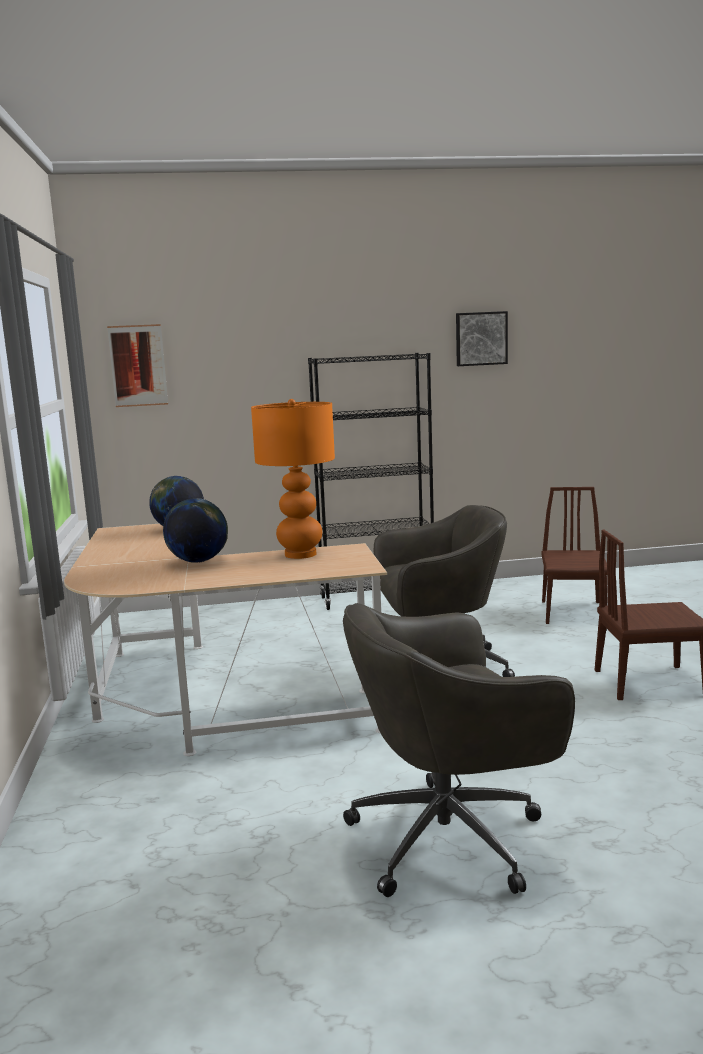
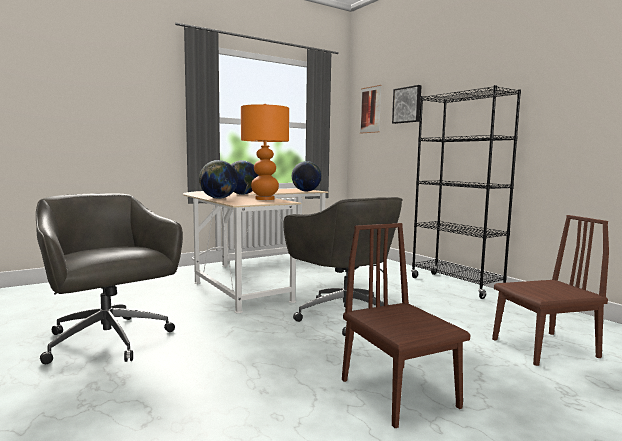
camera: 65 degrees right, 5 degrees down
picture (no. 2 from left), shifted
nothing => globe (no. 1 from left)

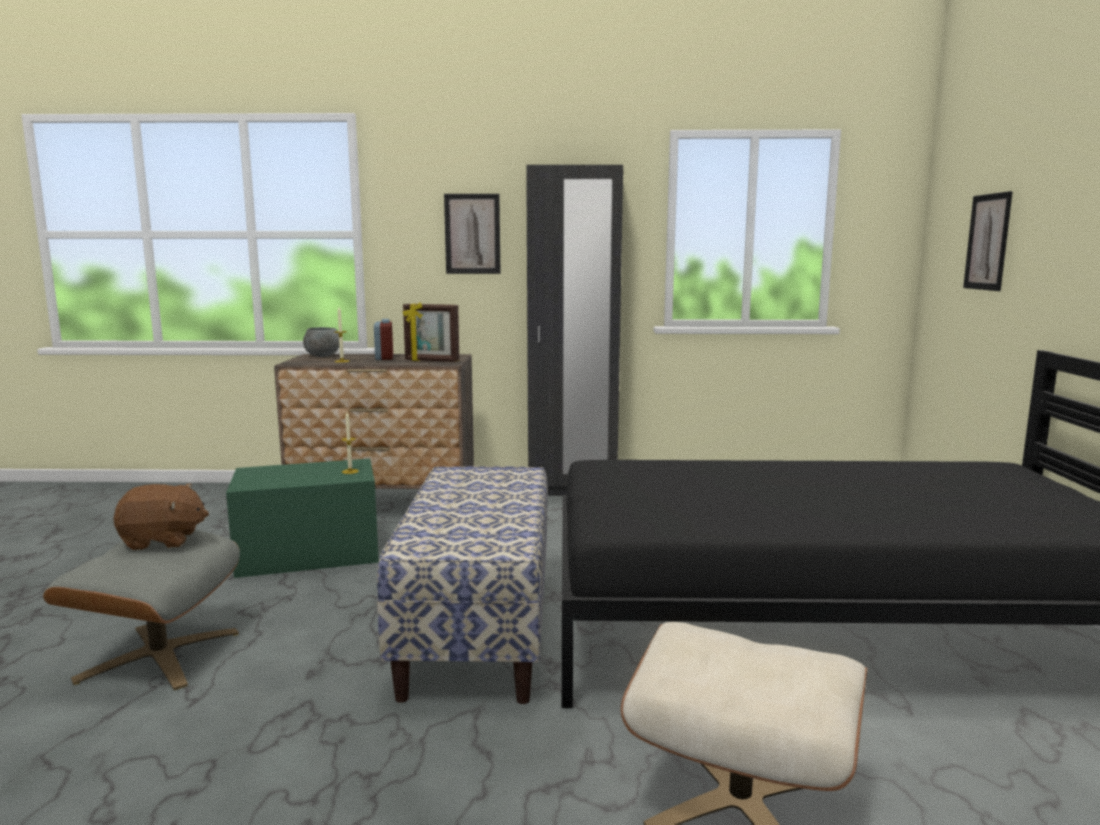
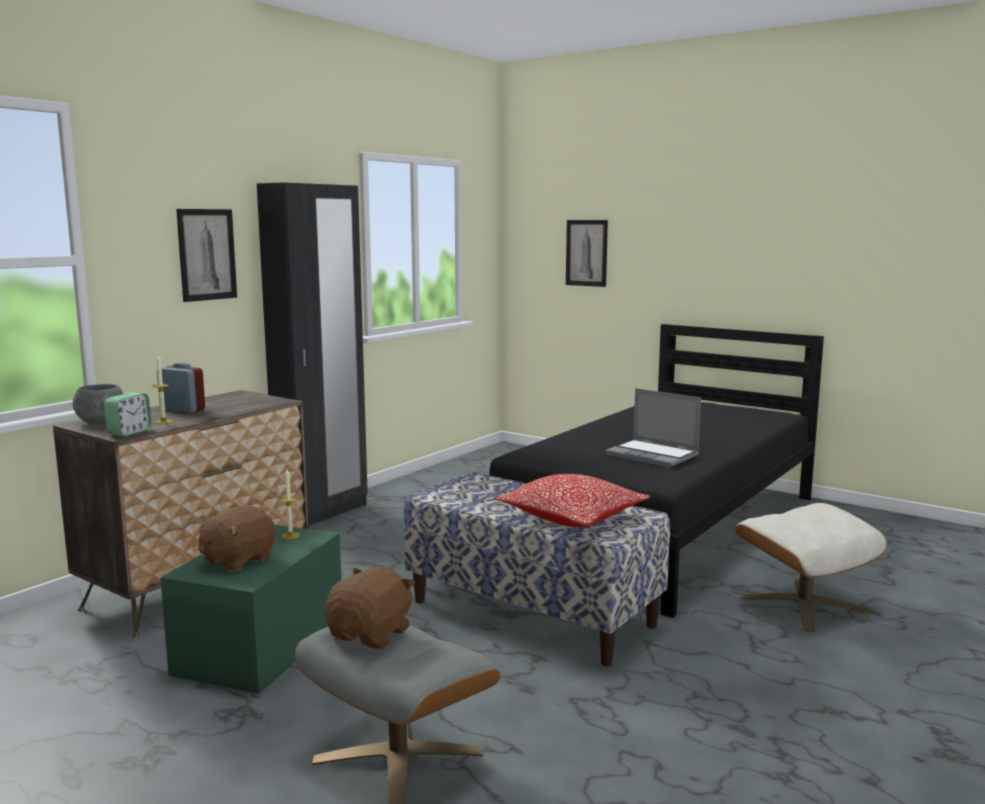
camera: 55 degrees left, 0 degrees up
picture_frame => nothing
nothing => laptop
nothing => alarm_clock (no. 1 from left)
nothing => pillow
nothing => brown_plush_toy (no. 1 from left)

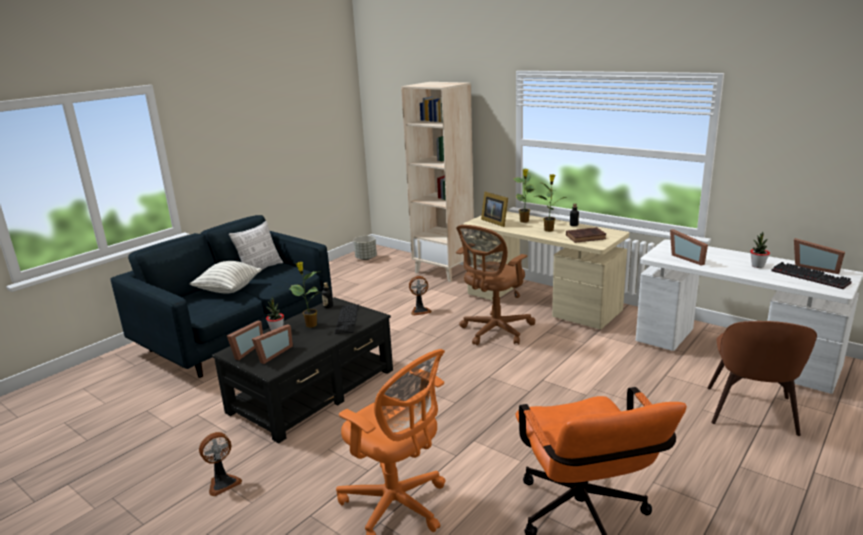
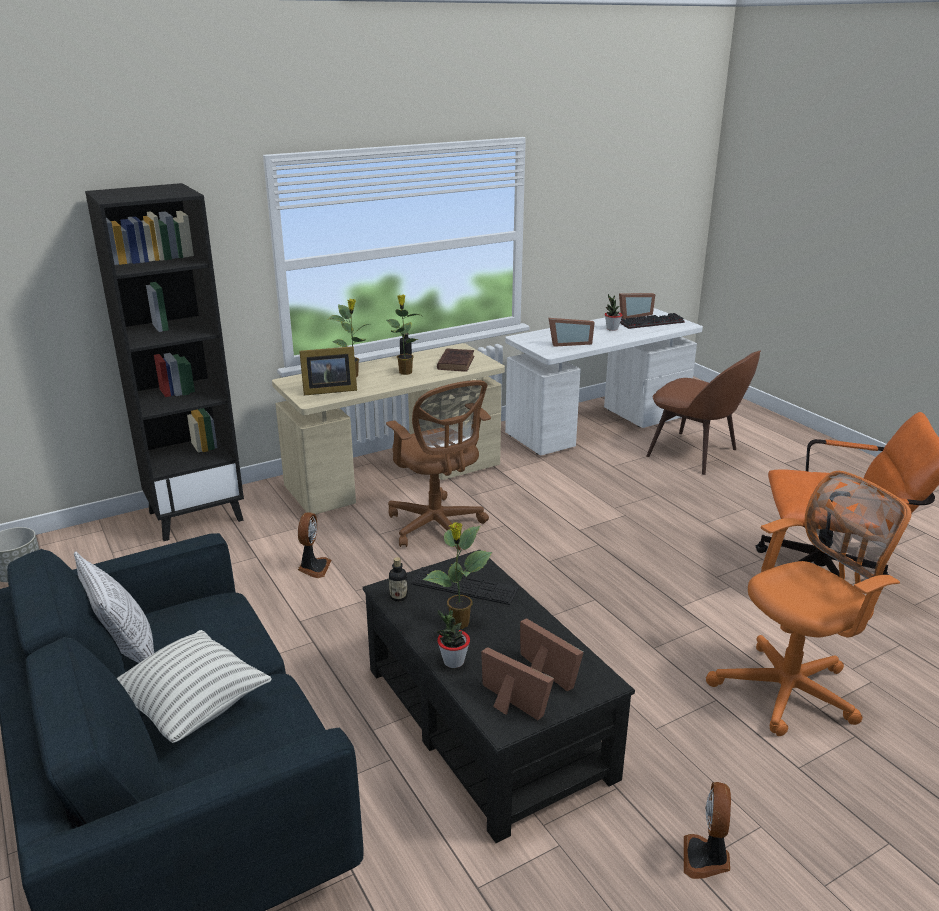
camera: 70 degrees left, 5 degrees up
beige_bookcase => black_bookcase
fan (no. 1 from left in the first image) => fan (no. 2 from left), 150 degrees counterclockwise

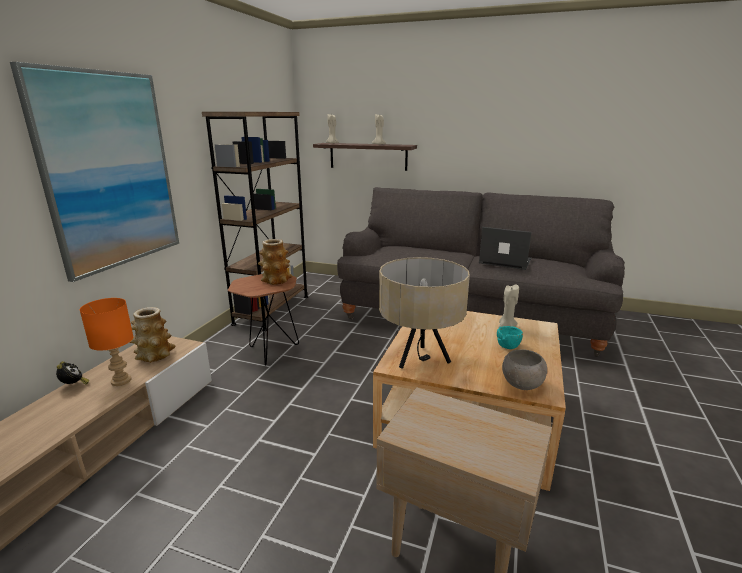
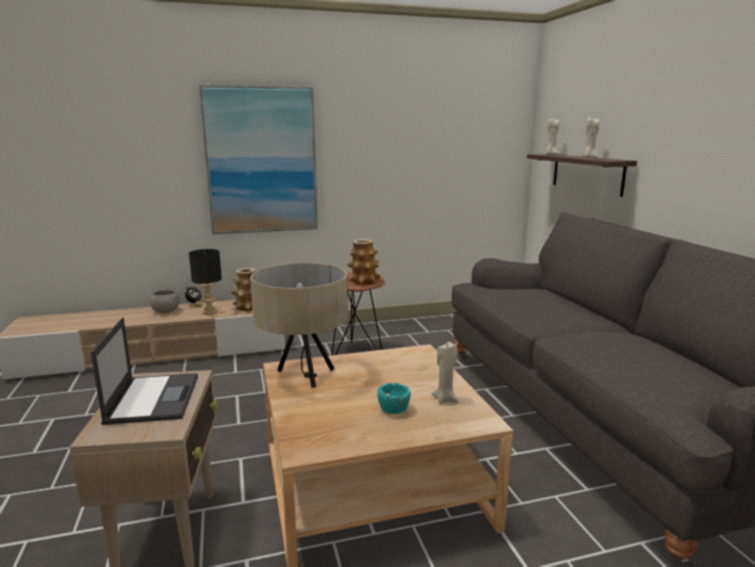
camera: 55 degrees right, 5 degrees down
brown_bookcase => nothing
laptop, shifted
orange_table_lamp => black_table_lamp
grey_bowl, shifted

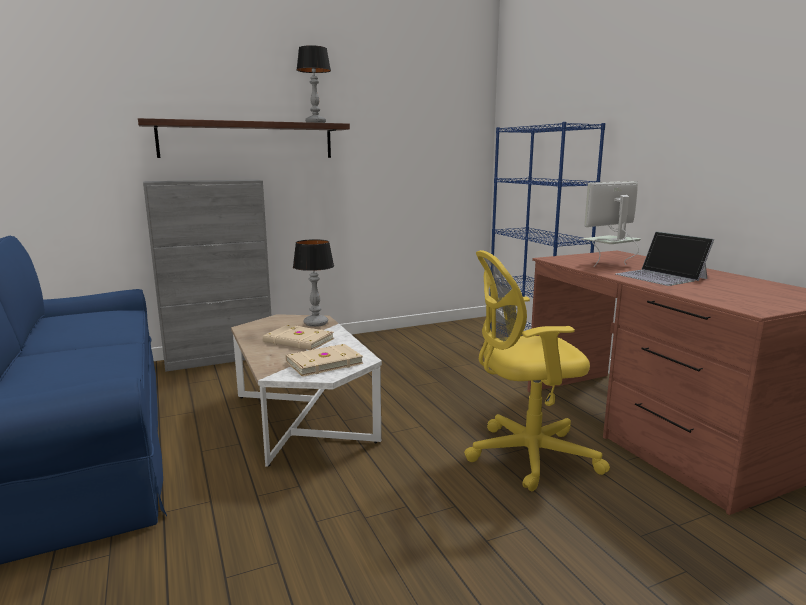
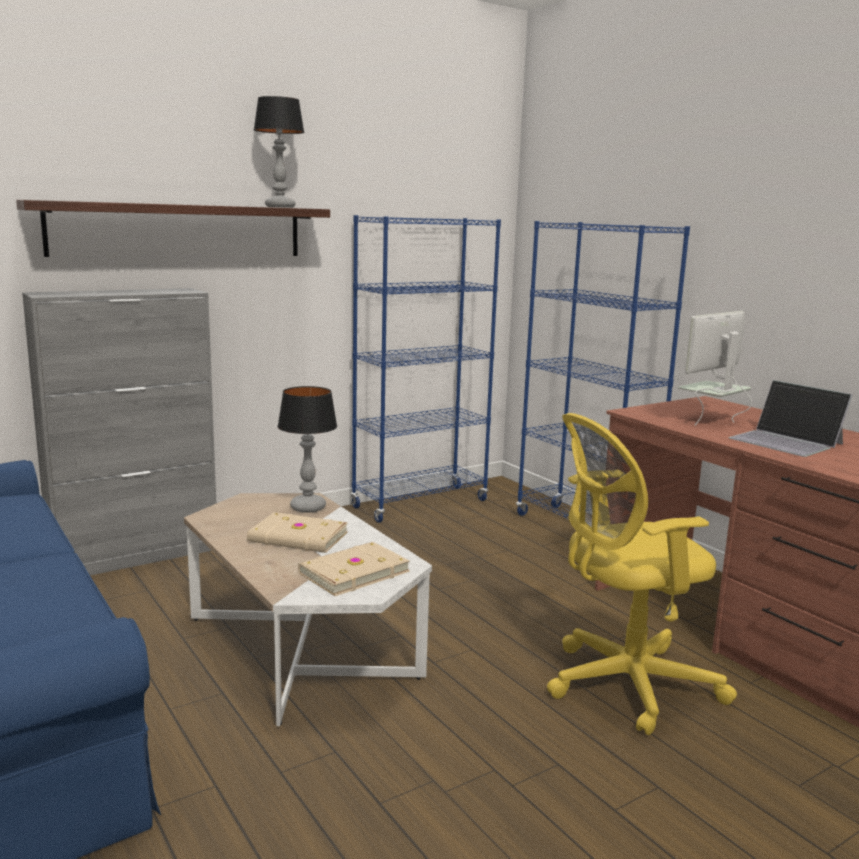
camera: 10 degrees left, 0 degrees up
nothing => blue_bookcase (no. 1 from left)

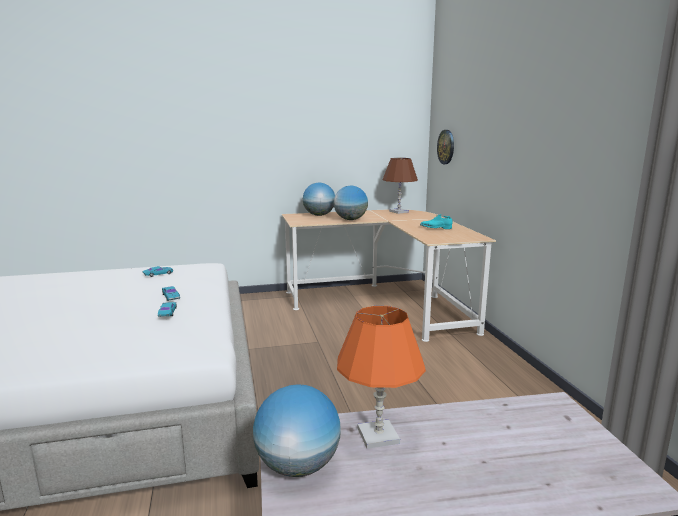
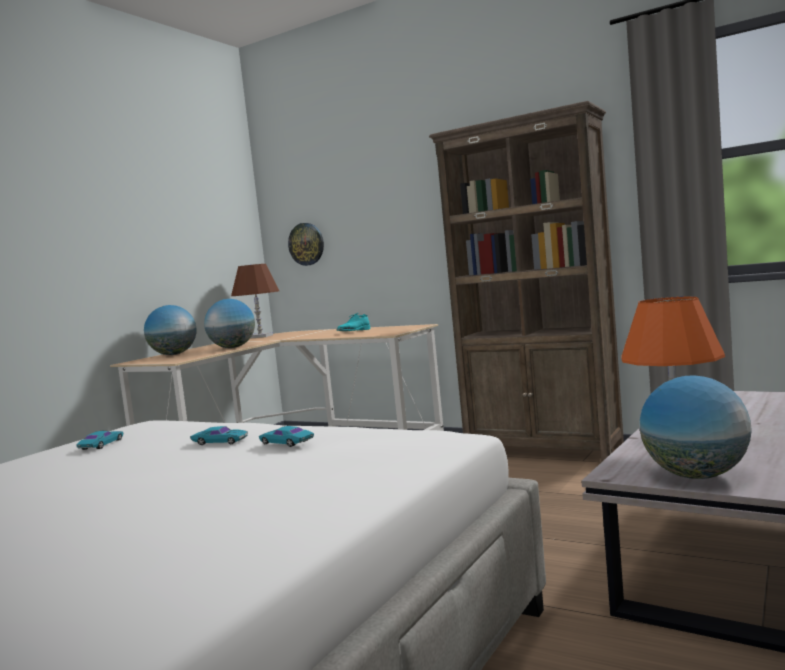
camera: 45 degrees left, 10 degrees down
nothing => brown_bookcase

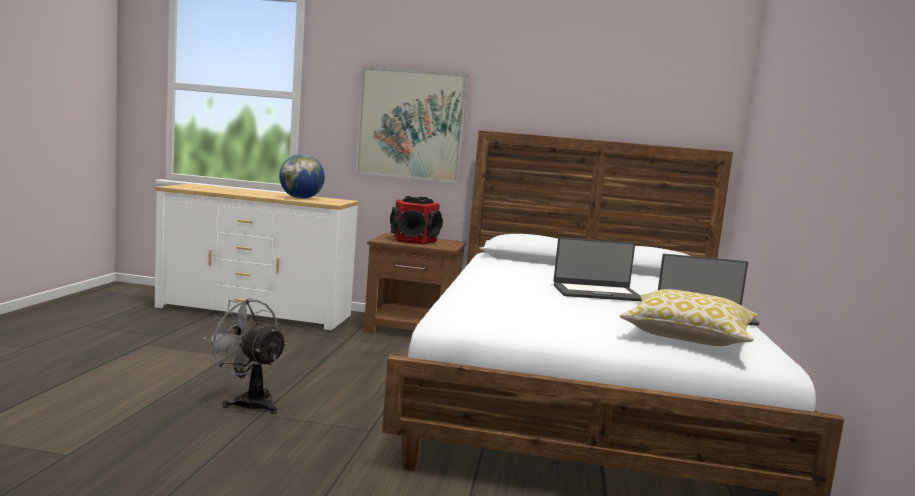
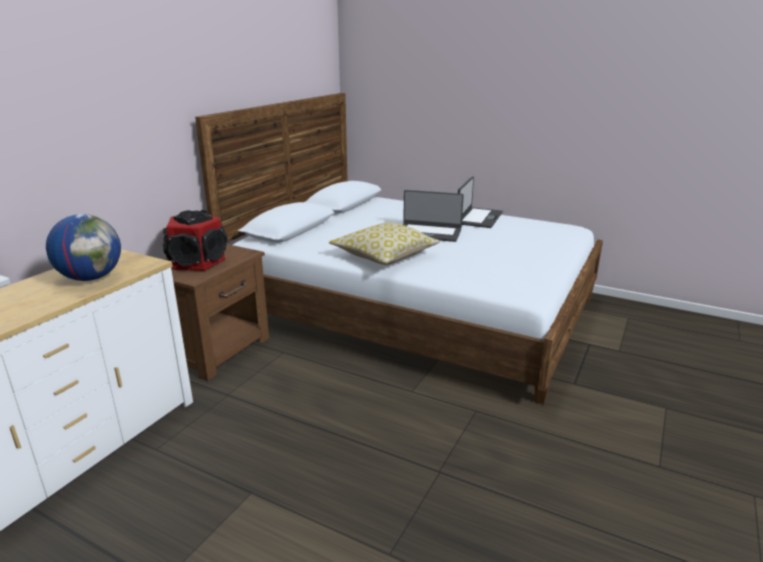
camera: 70 degrees left, 15 degrees up
picture => nothing
laptop (no. 1 from left), 90 degrees clockwise
pillow, shifted
grey_fan => nothing

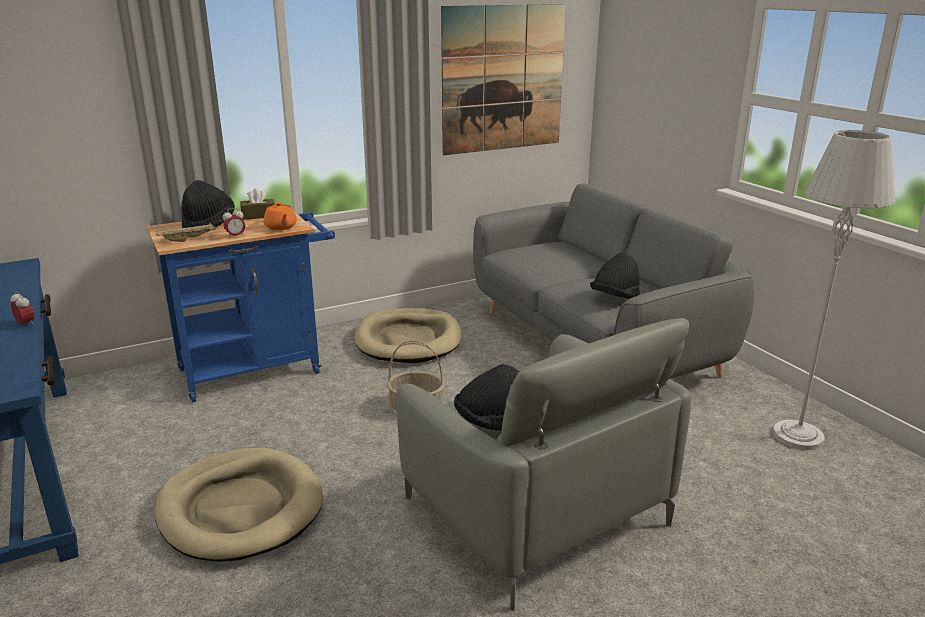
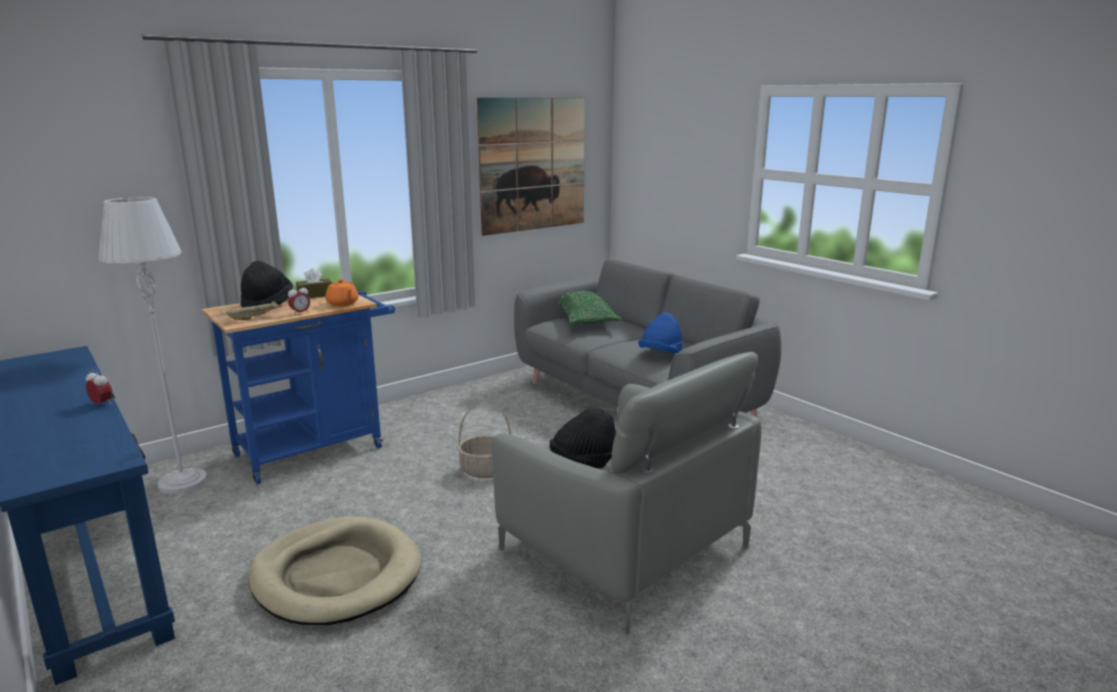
camera: 10 degrees left, 5 degrees down
grey_floor_lamp, shifted
black_hat (no. 3 from left) => blue_hat
beige_dog_bed (no. 2 from left) => nothing
nothing => green_pillow

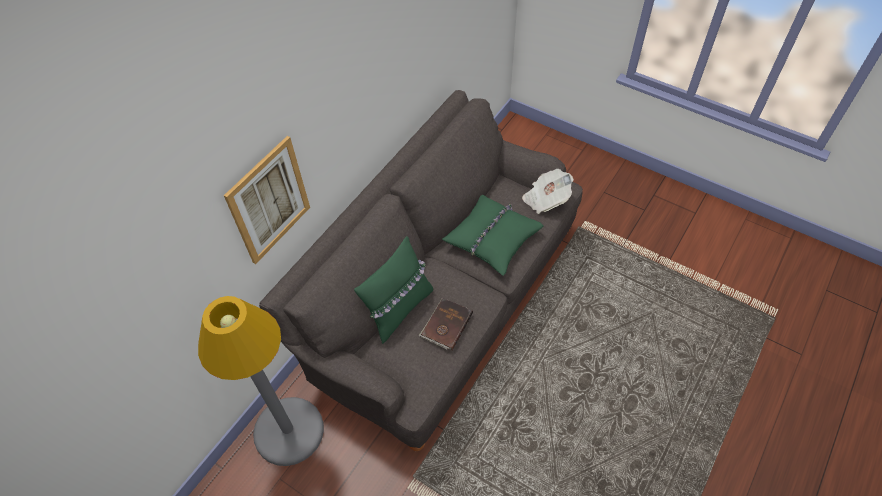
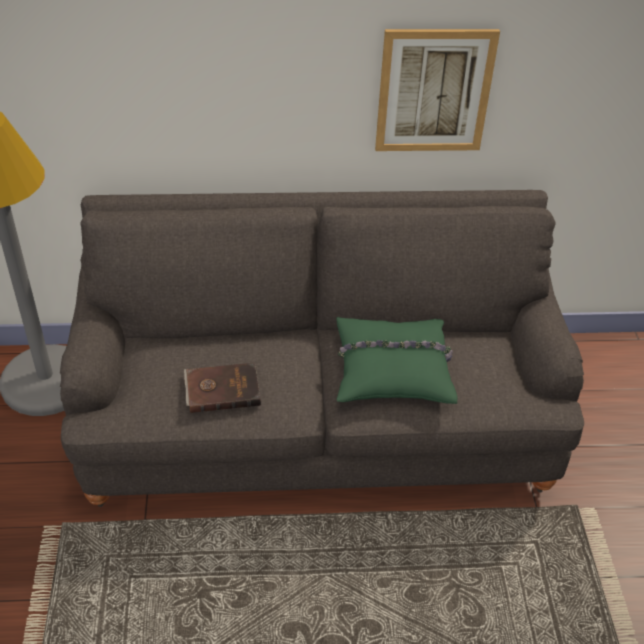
camera: 50 degrees right, 10 degrees down
picture, shifted
newspaper => nothing
green_pillow (no. 1 from left) => nothing

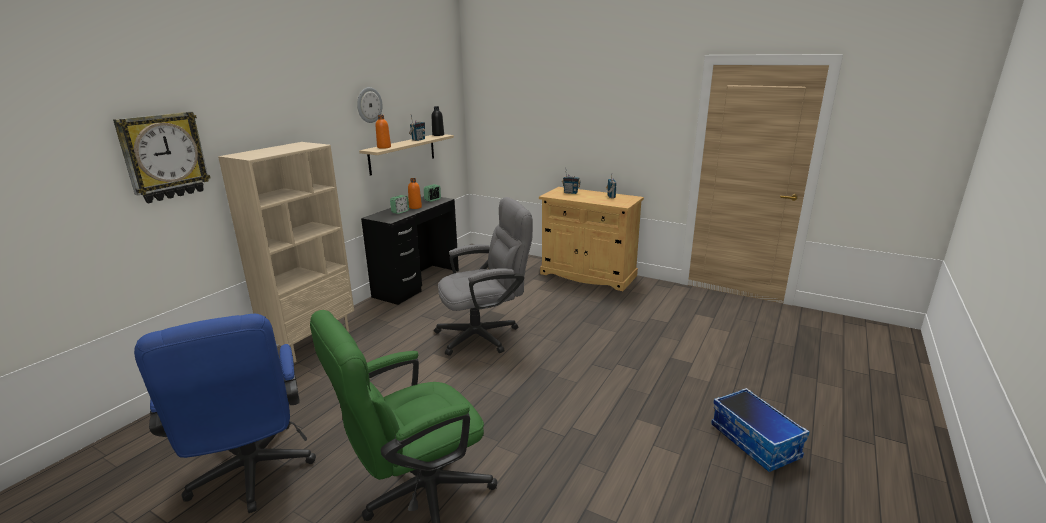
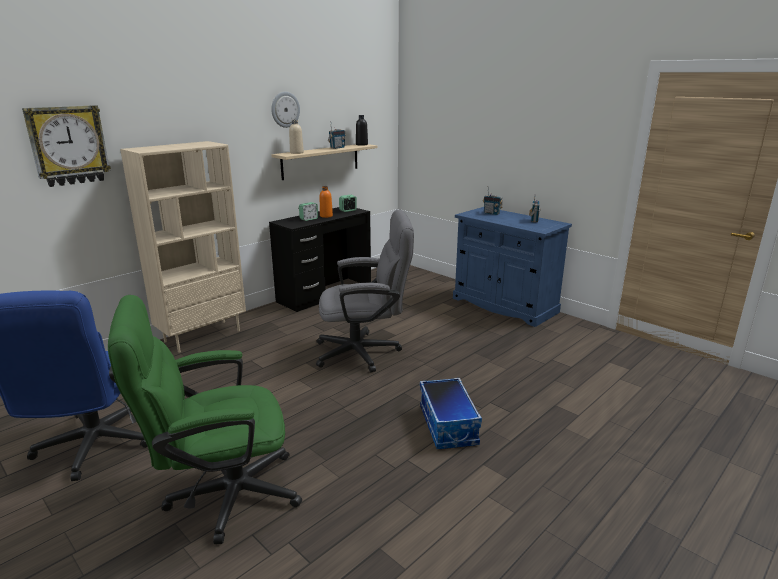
camera: 15 degrees right, 0 degrees up
orange_bottle (no. 1 from left) => beige_bottle
beige_cabinet => blue_cabinet
storage_box, shifted

